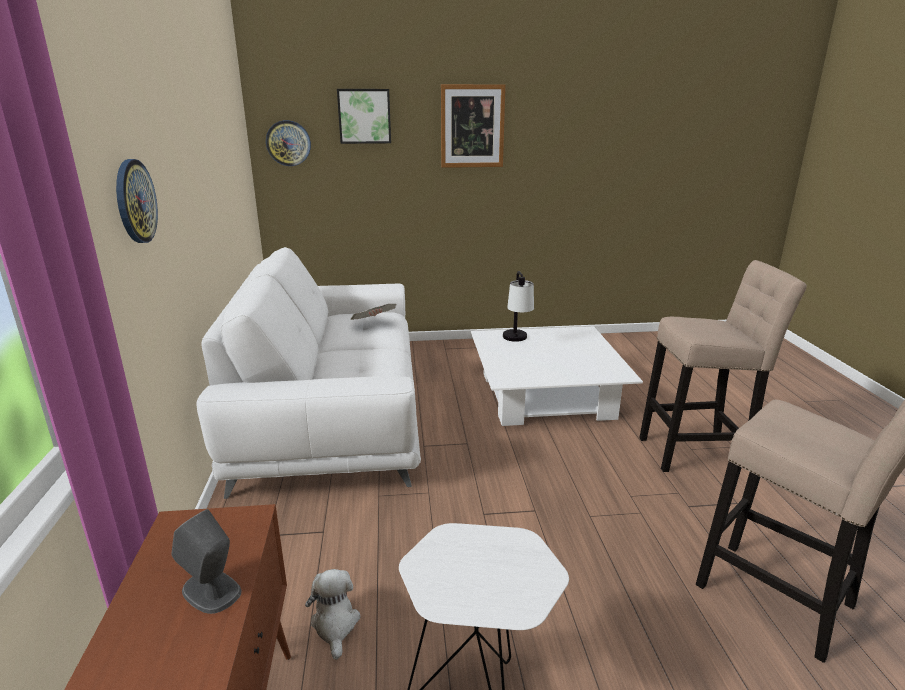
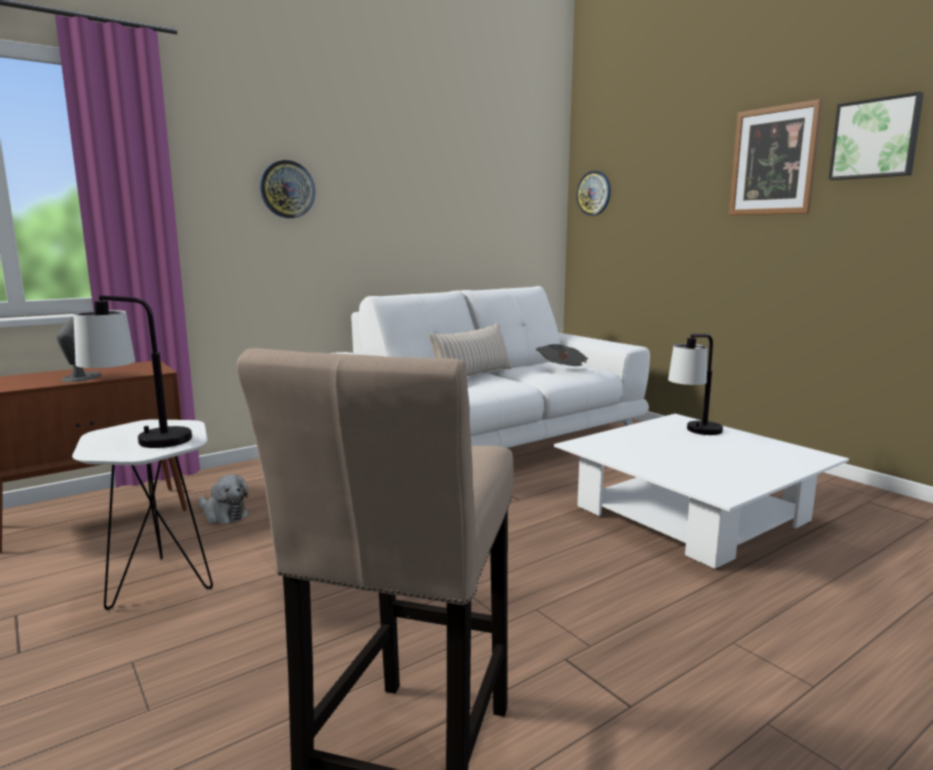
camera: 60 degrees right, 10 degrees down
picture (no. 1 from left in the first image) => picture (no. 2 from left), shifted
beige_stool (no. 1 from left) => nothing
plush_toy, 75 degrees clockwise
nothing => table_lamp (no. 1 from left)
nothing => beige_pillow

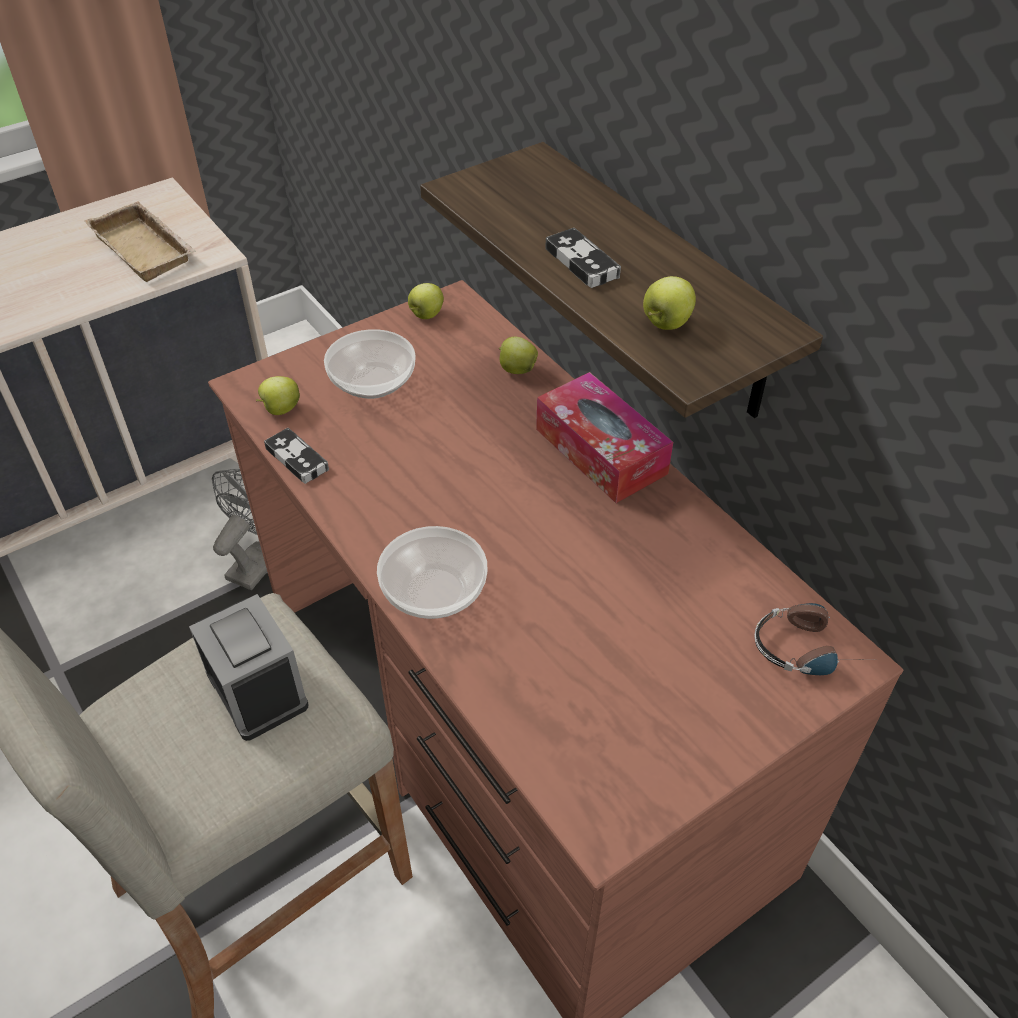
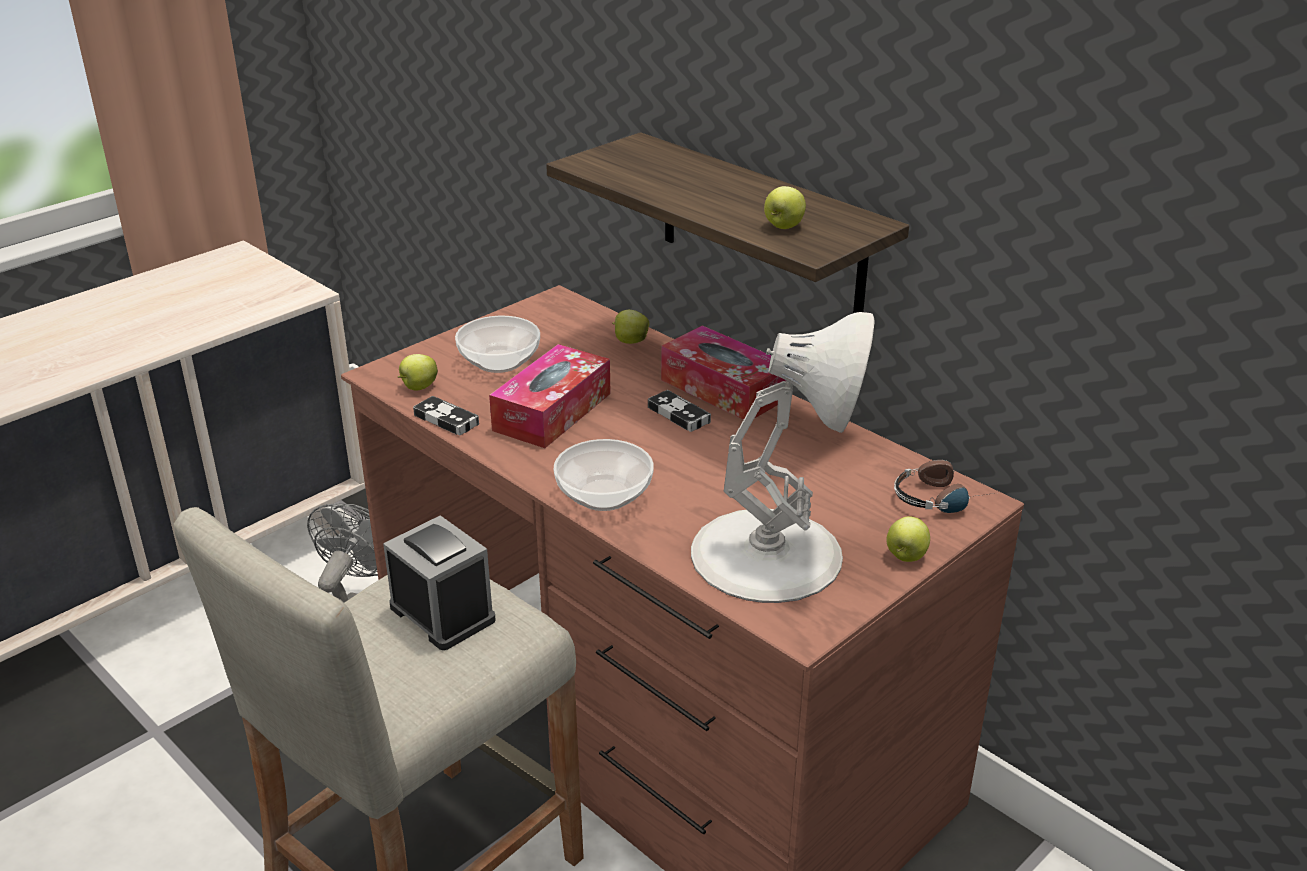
camera: 10 degrees left, 15 degrees down
beige_tray => nothing
game_controller (no. 2 from left), shifted
apple (no. 2 from left in the first image) => apple (no. 4 from left), shifted
nothing => white_table_lamp
nothing => tissue_box (no. 1 from left)

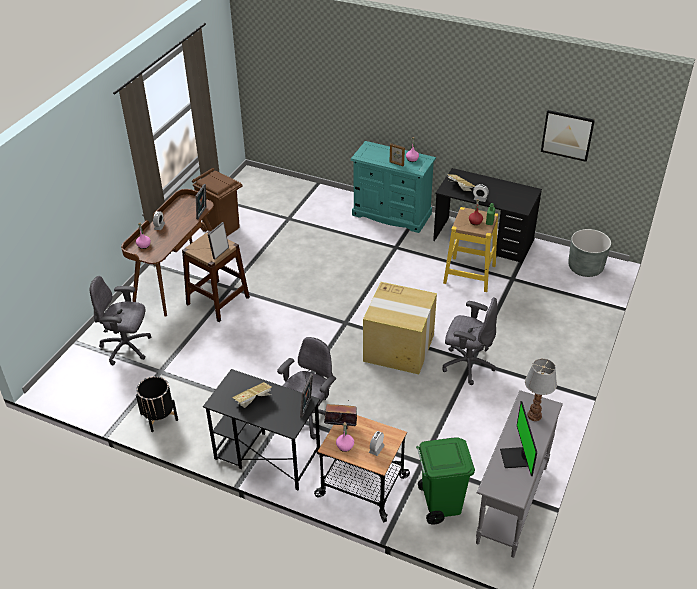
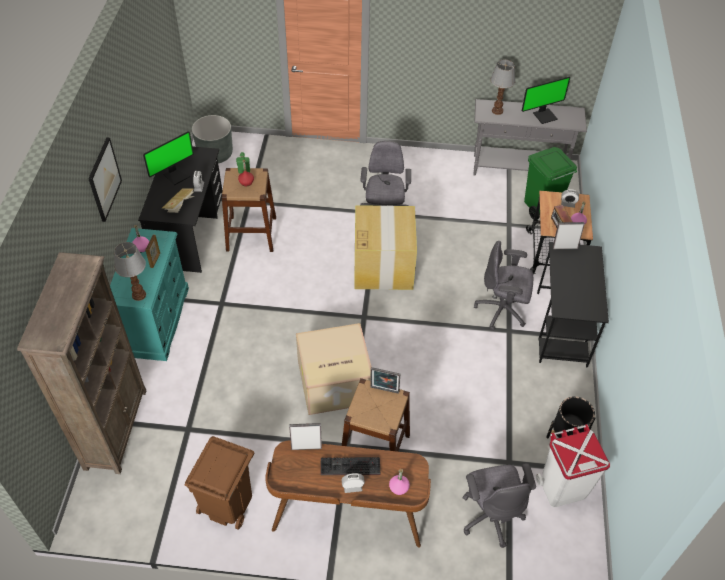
camera: 110 degrees left, 10 degrees up
picture, shifted
yellow_stool => brown_stool (no. 1 from left)
book (no. 1 from left) => nothing
nothing => monitor (no. 1 from left)
nothing => table_lamp (no. 1 from left)
nothing => brown_bookcase
nothing => cardboard_box (no. 1 from left)
nothing => white_trash_can
nothing => keyboard

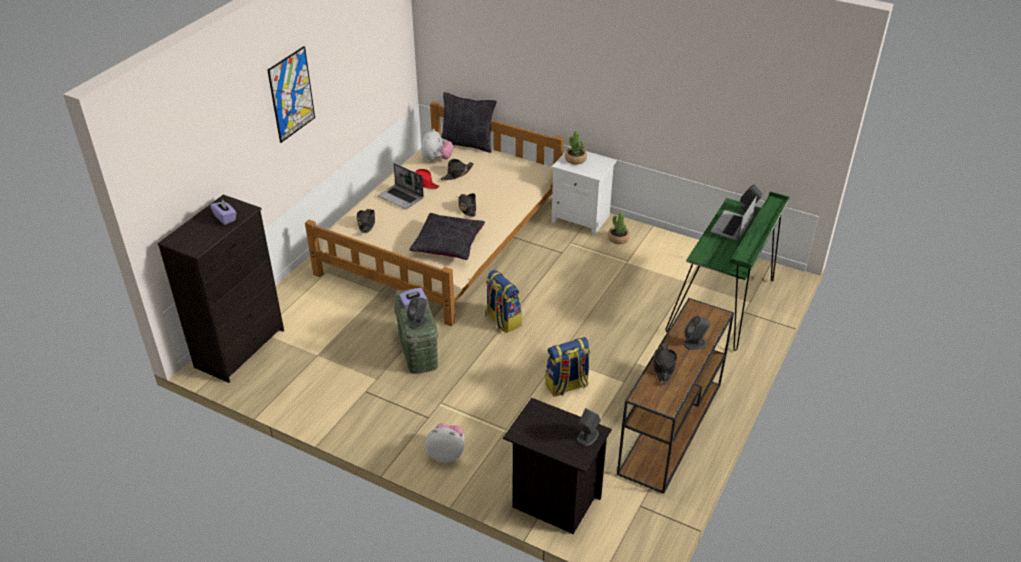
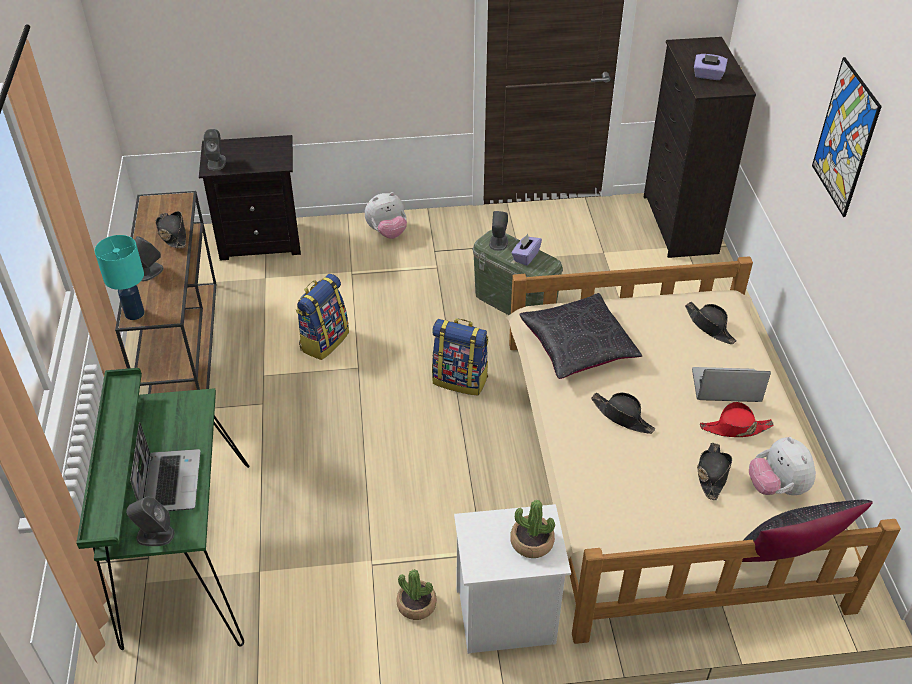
camera: 145 degrees right, 5 degrees up
nothing => turquoise_table_lamp

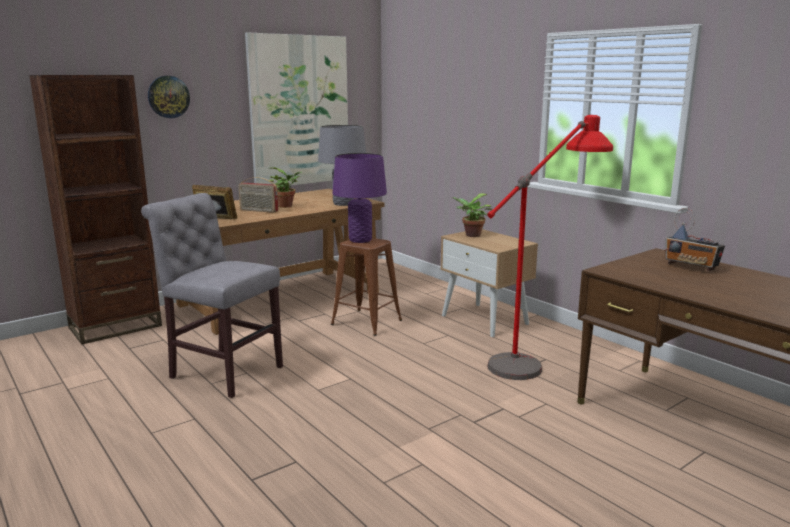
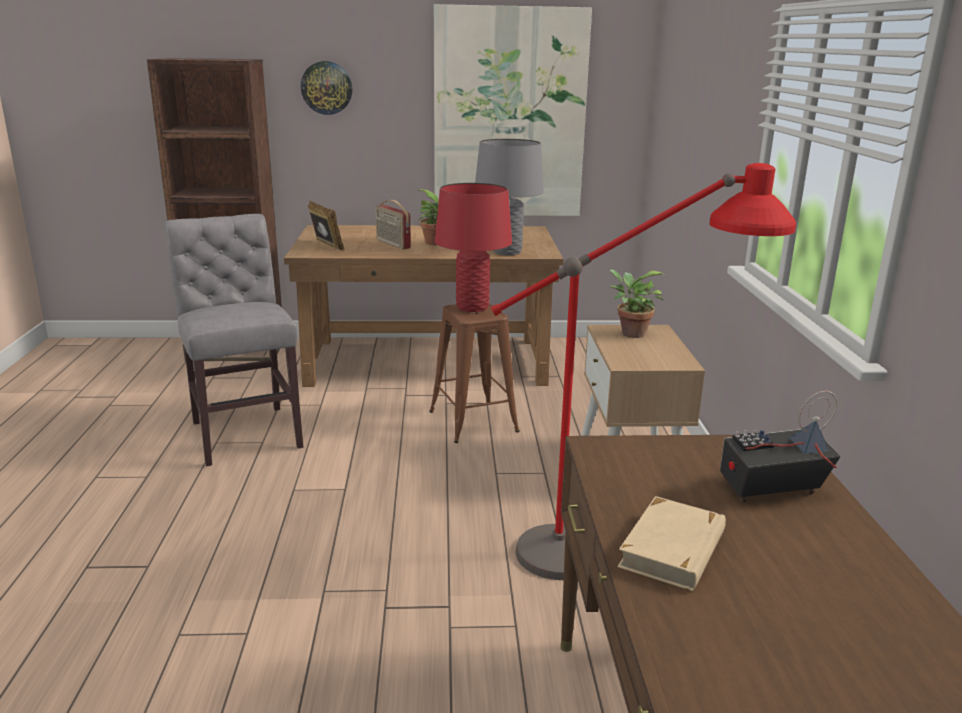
camera: 35 degrees right, 5 degrees up
purple_table_lamp => red_table_lamp
radio (no. 2 from left), 90 degrees clockwise
nothing => beige_book

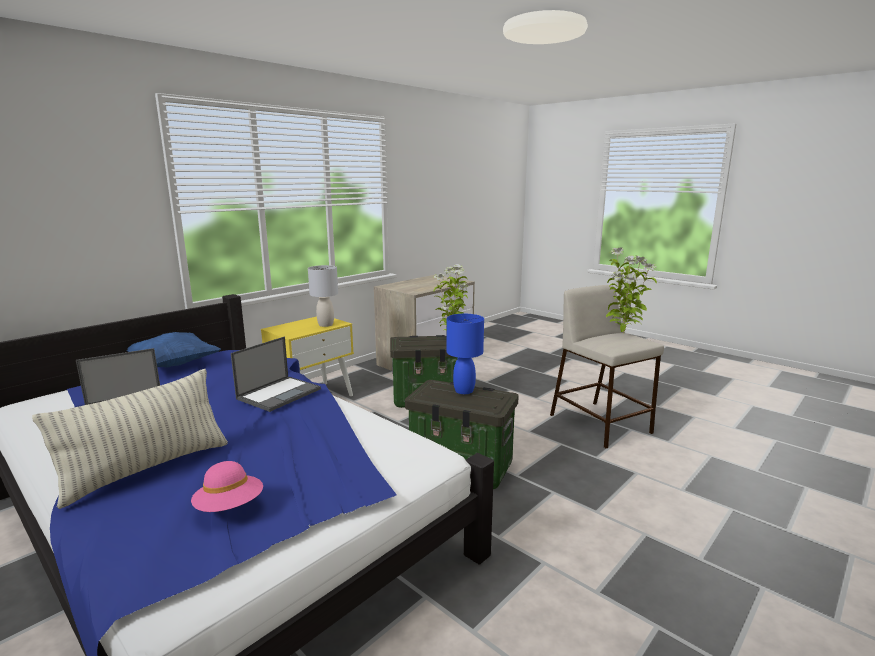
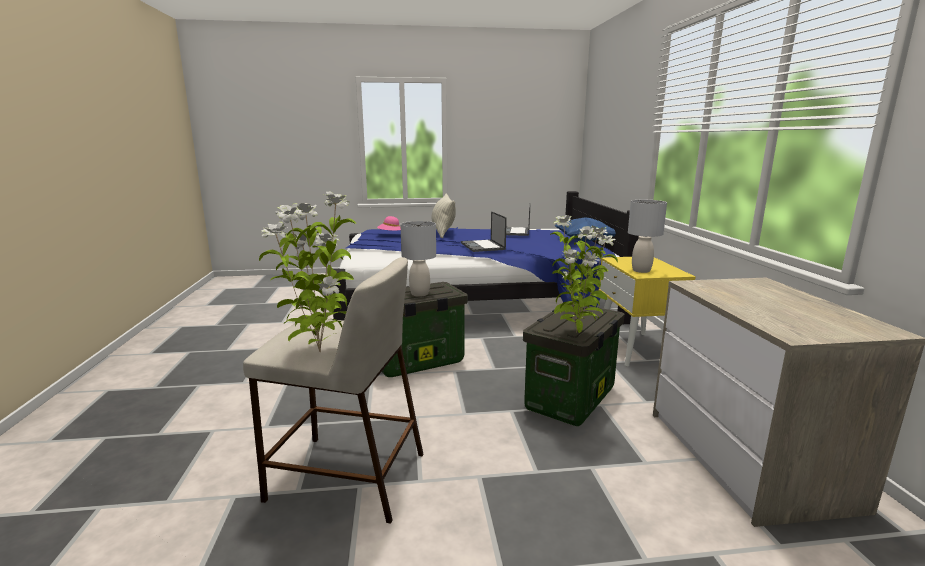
camera: 130 degrees right, 0 degrees up
blue_table_lamp => grey_table_lamp (no. 1 from left)

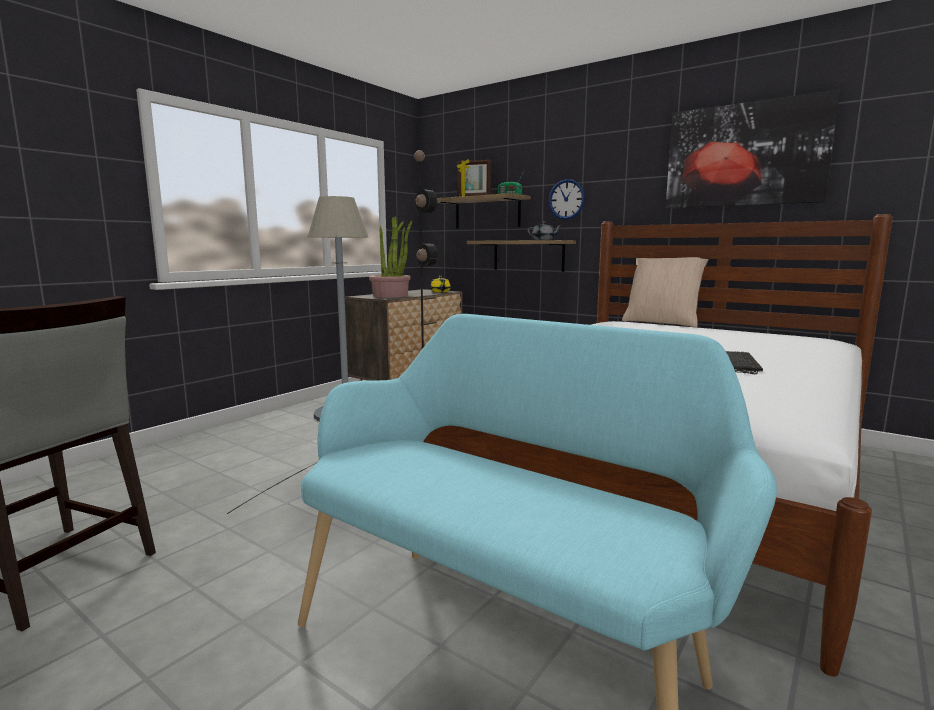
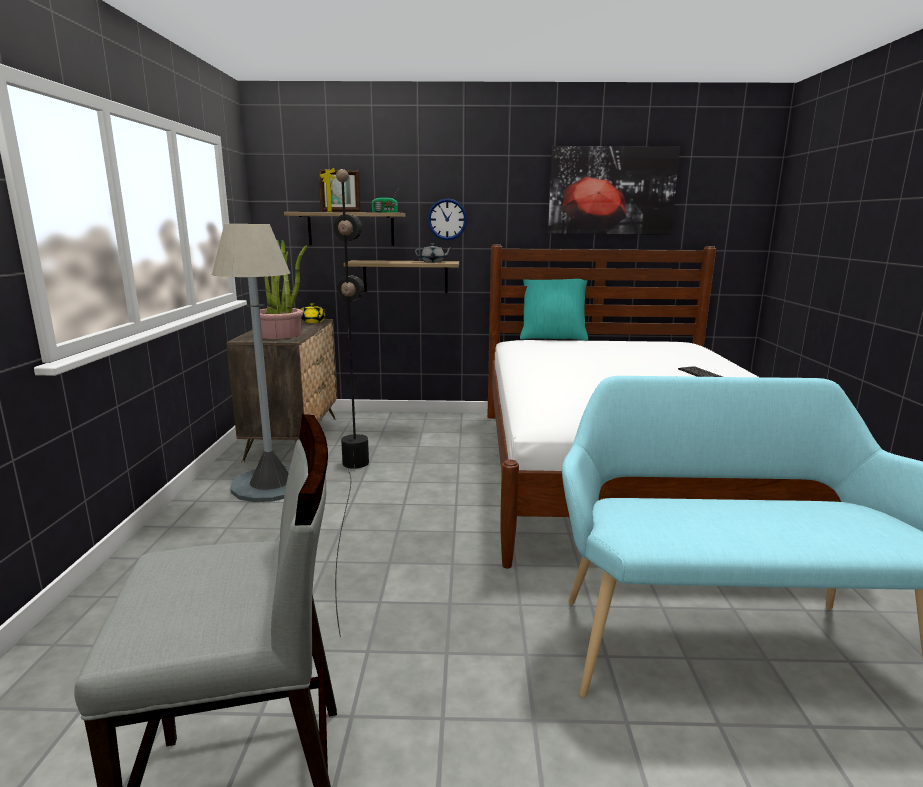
camera: 35 degrees left, 5 degrees up
beige_pillow => turquoise_pillow

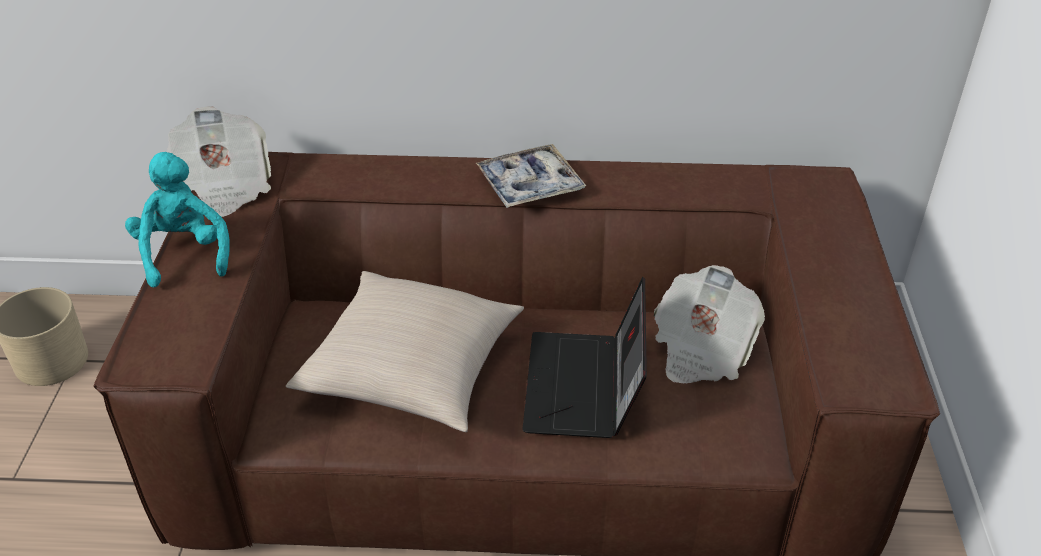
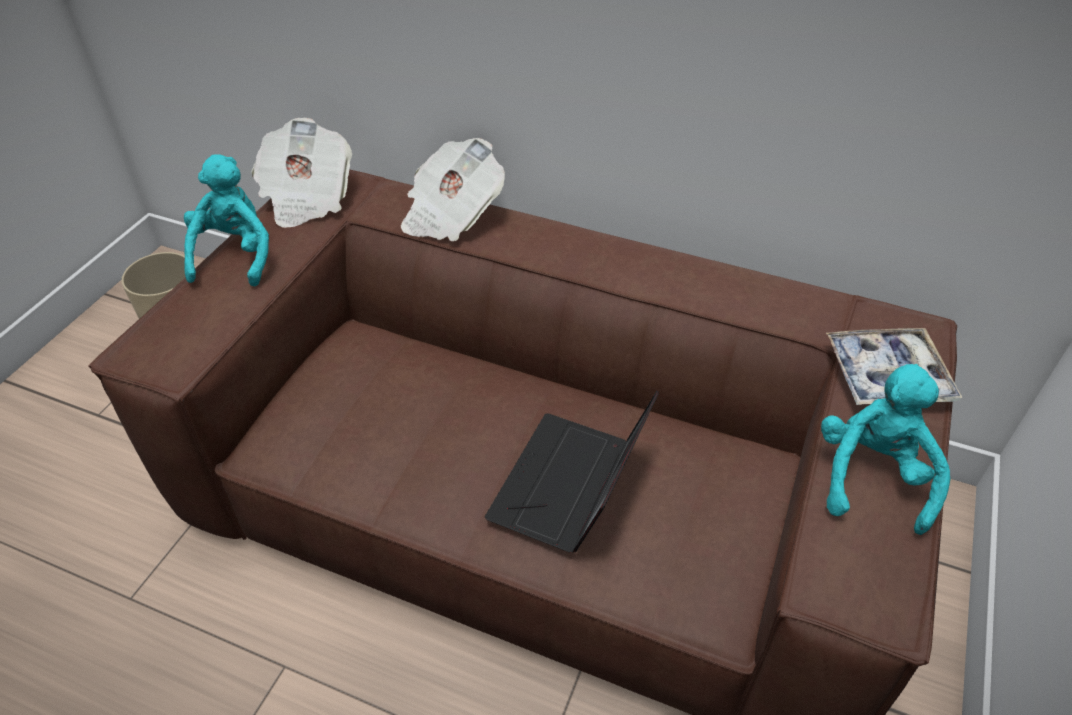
camera: 20 degrees right, 5 degrees up
tray, shifted
newspaper (no. 2 from left), shifted
beige_pillow => nothing
nothing => turquoise_plush_toy (no. 2 from left)

